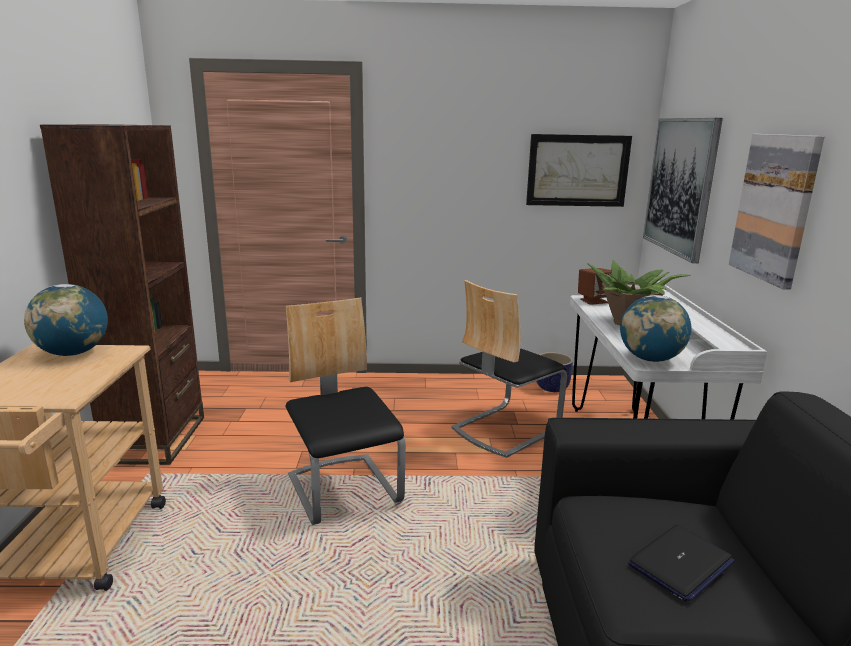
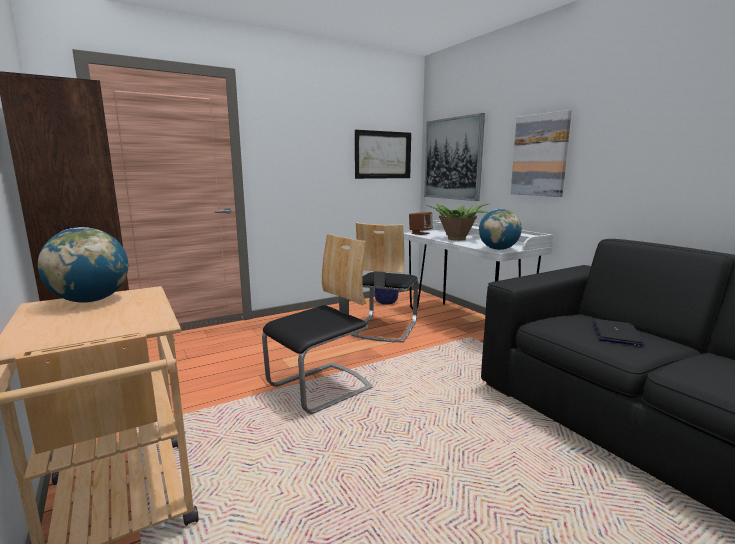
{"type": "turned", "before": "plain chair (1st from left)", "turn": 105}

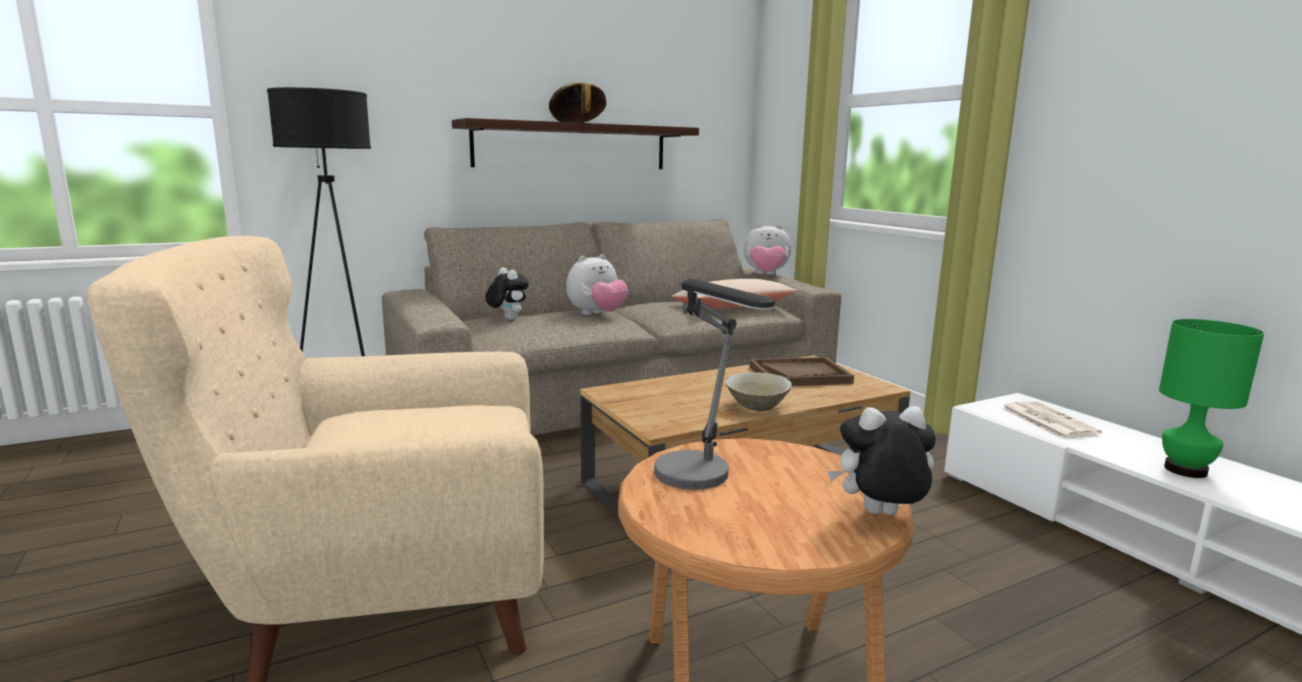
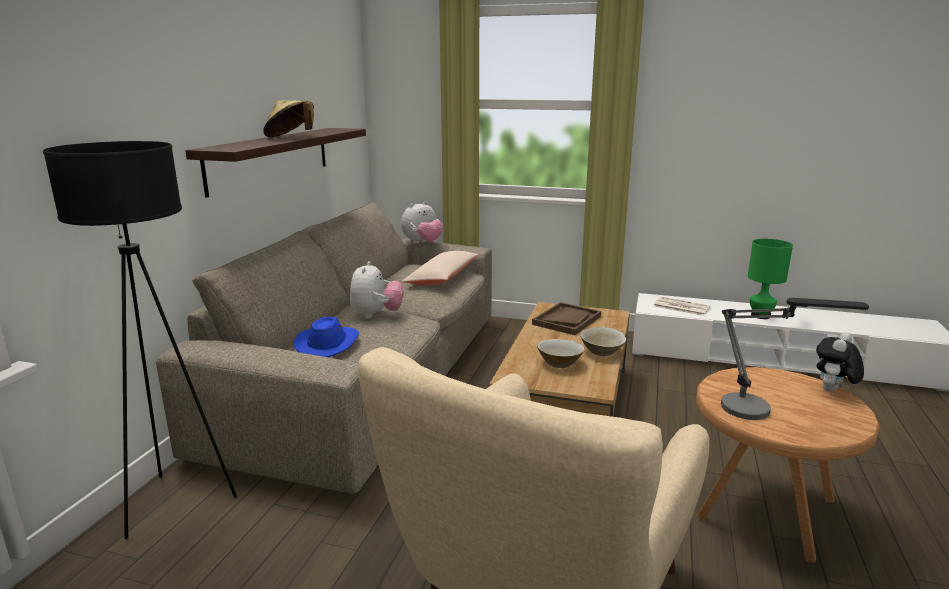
{"type": "replaced", "before": "soft toy (1st from left)", "after": "blue-coloured wearable hat"}
{"type": "added", "after": "beige-coloured bowl (1st from left)"}

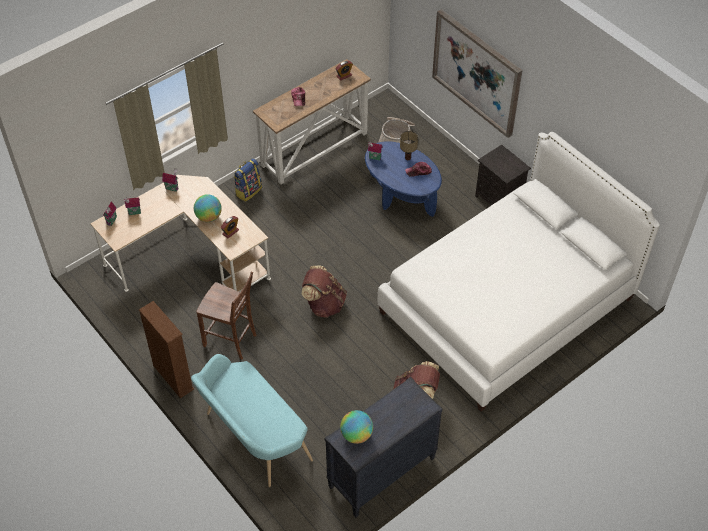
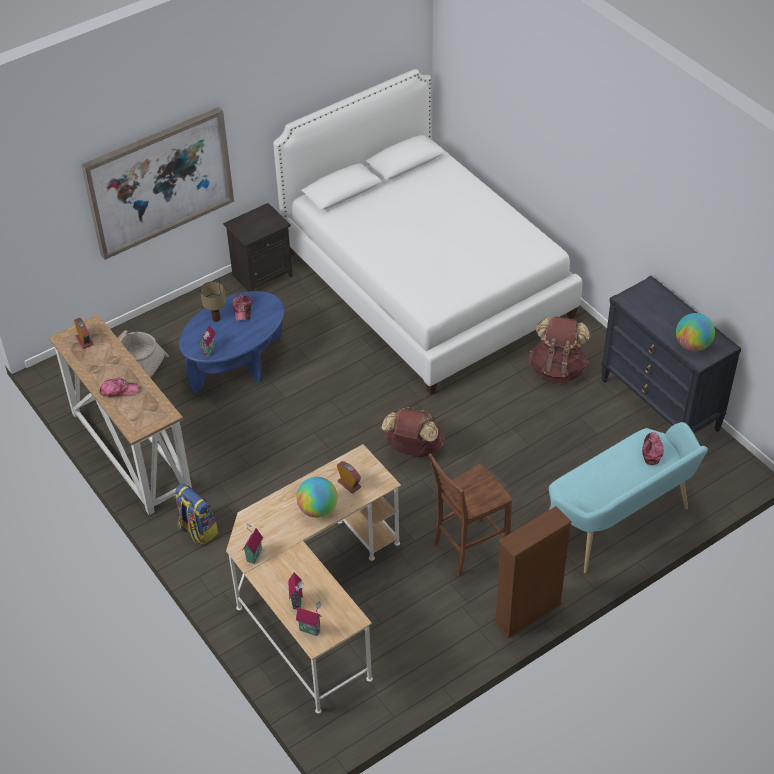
{"type": "turned", "before": "brown plain chair", "turn": -150}
{"type": "added", "after": "baseball cap (3rd from left)"}

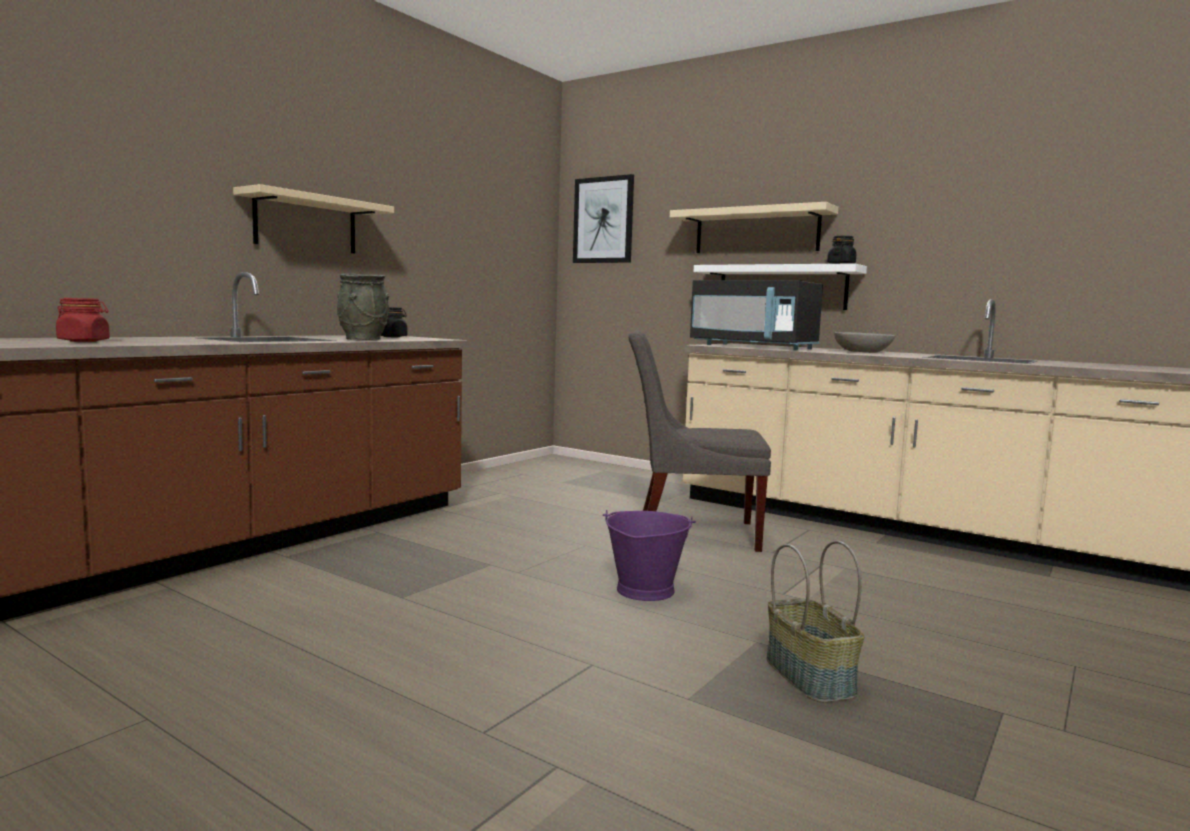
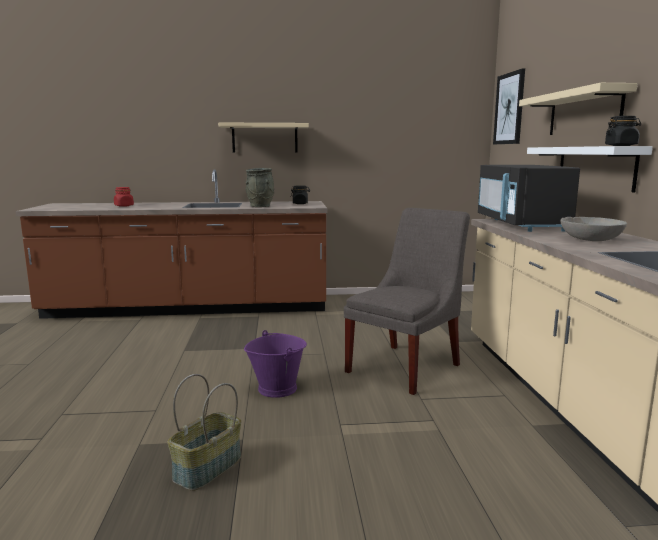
{"type": "turned", "before": "gray plain chair", "turn": 75}

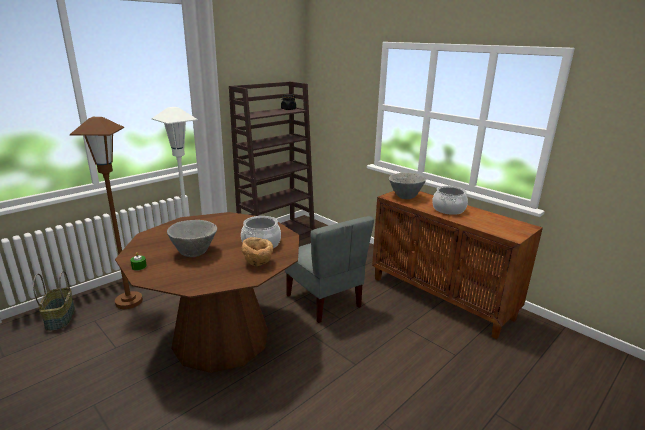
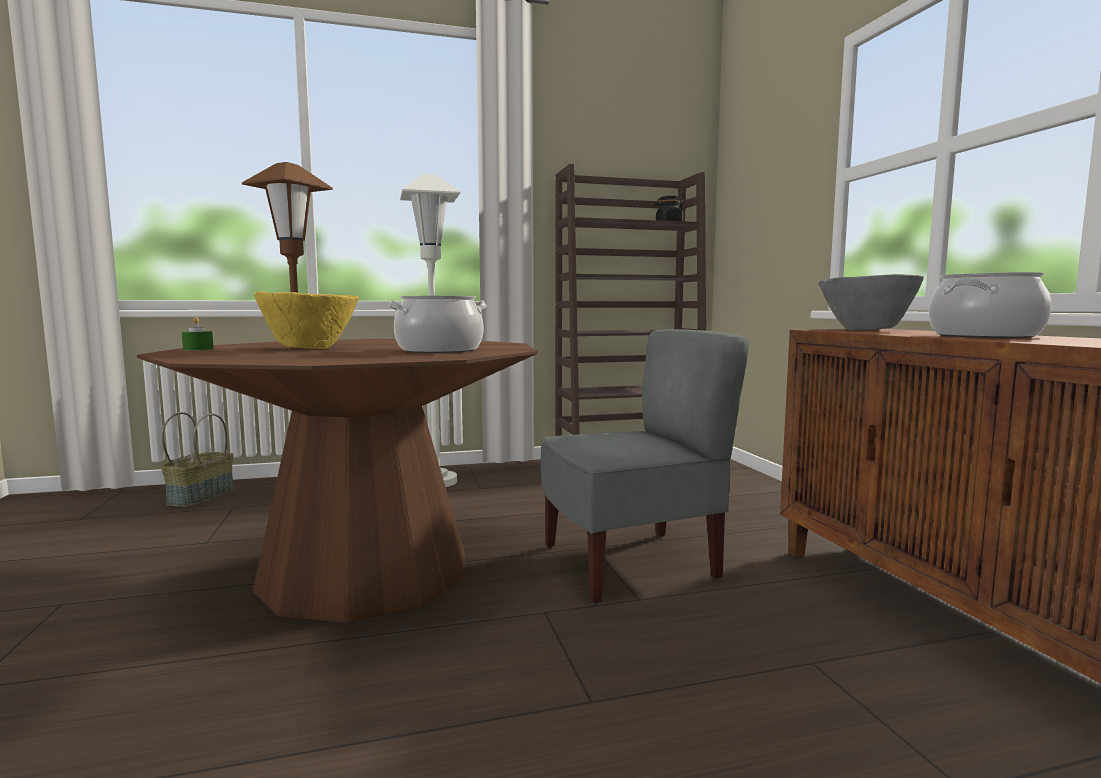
{"type": "turned", "before": "gray plain chair", "turn": -105}
{"type": "recoloured", "before": "gray bowl (1st from left)", "after": "yellowish bowl"}
{"type": "removed", "before": "brown bowl"}

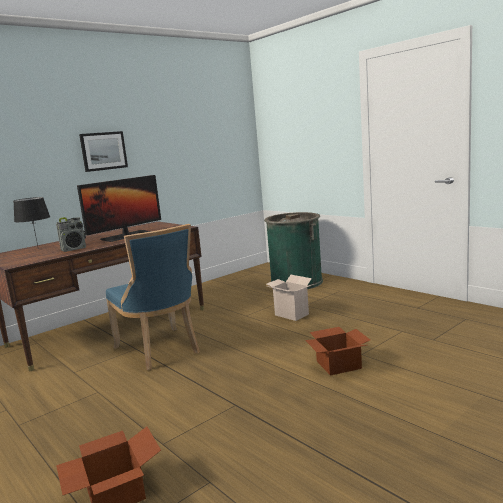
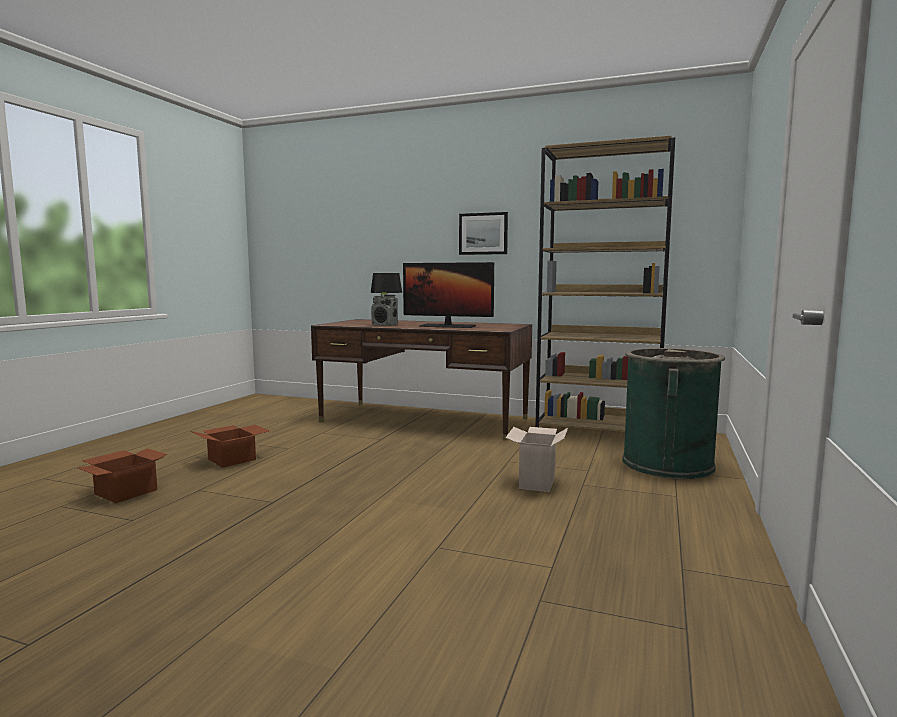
{"type": "removed", "before": "blue-coloured plain chair"}
{"type": "moved", "before": "carton (3rd from left in the first image)", "after": "carton (2nd from left)"}
{"type": "added", "after": "brown bookcase"}

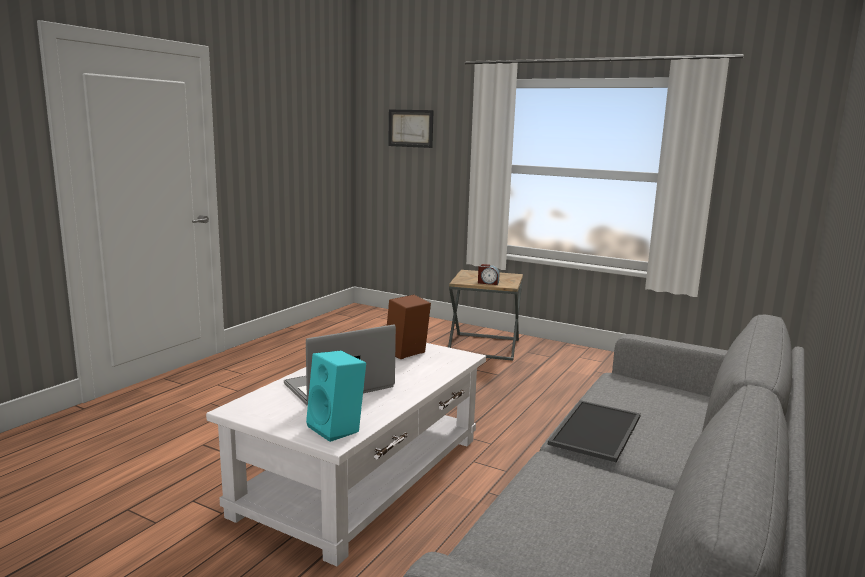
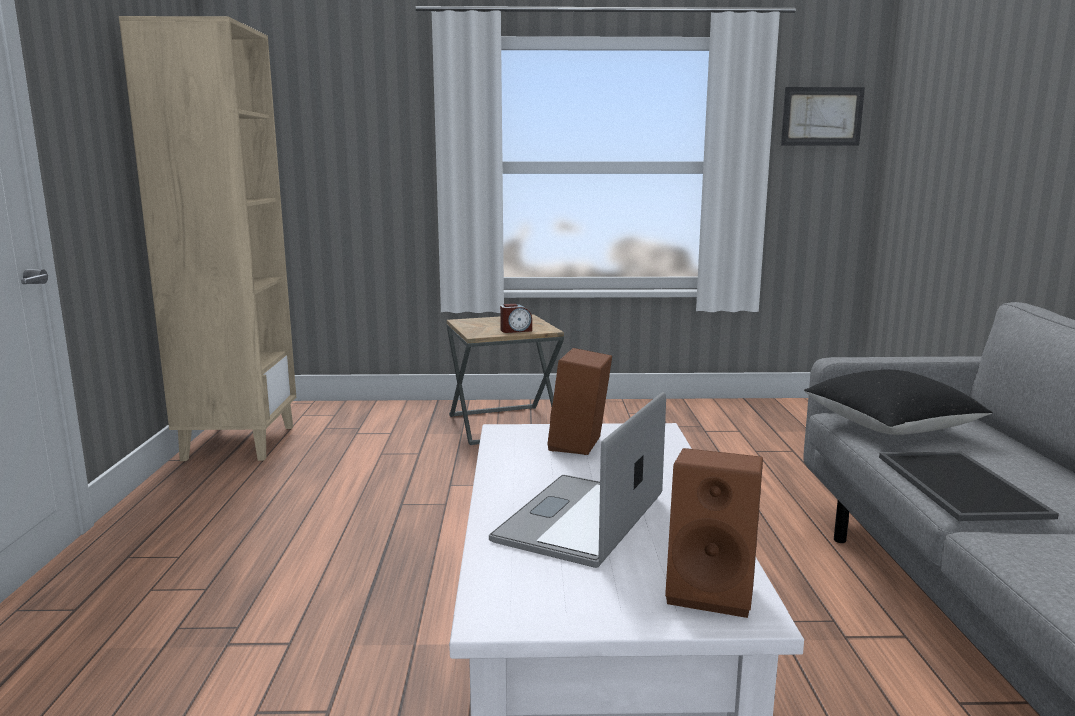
{"type": "moved", "before": "wall art"}
{"type": "recoloured", "before": "turquoise-coloured audio speaker", "after": "brown audio speaker (2nd from left)"}
{"type": "added", "after": "beige-coloured bookcase"}
{"type": "added", "after": "black-coloured pillow"}

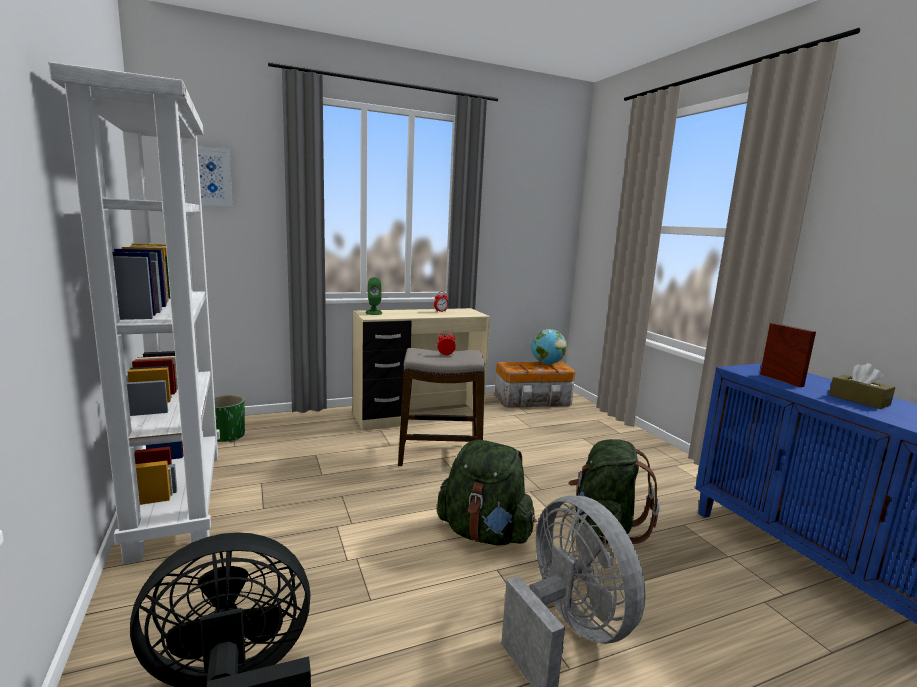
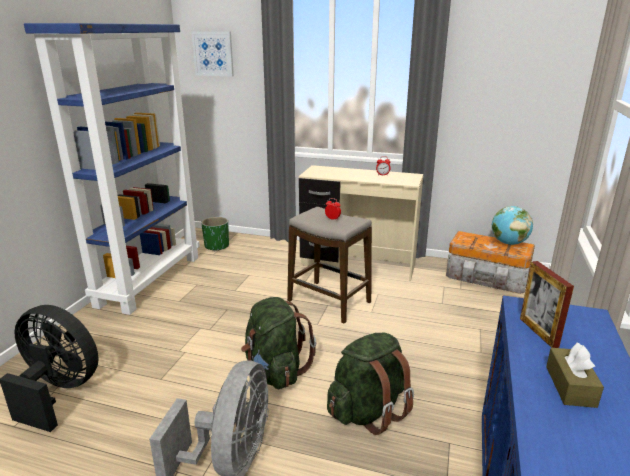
{"type": "recoloured", "before": "white bookcase", "after": "blue-coloured bookcase"}
{"type": "removed", "before": "green-coloured audio speaker"}
{"type": "turned", "before": "photo frame", "turn": 150}

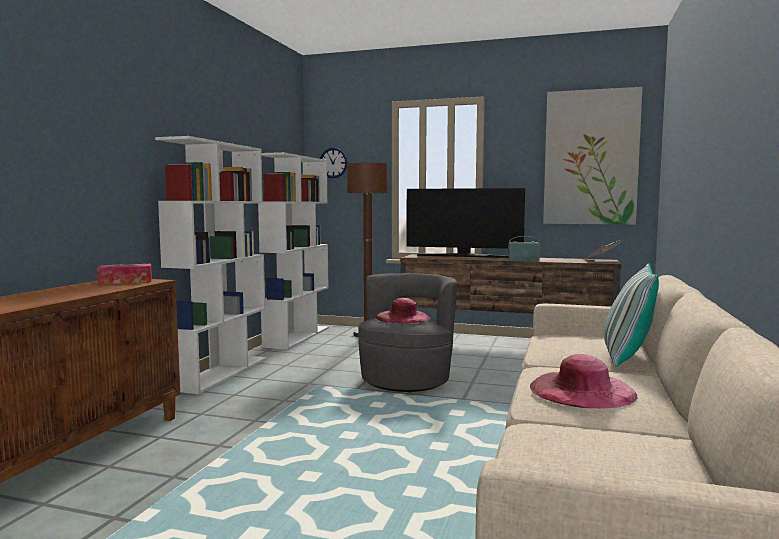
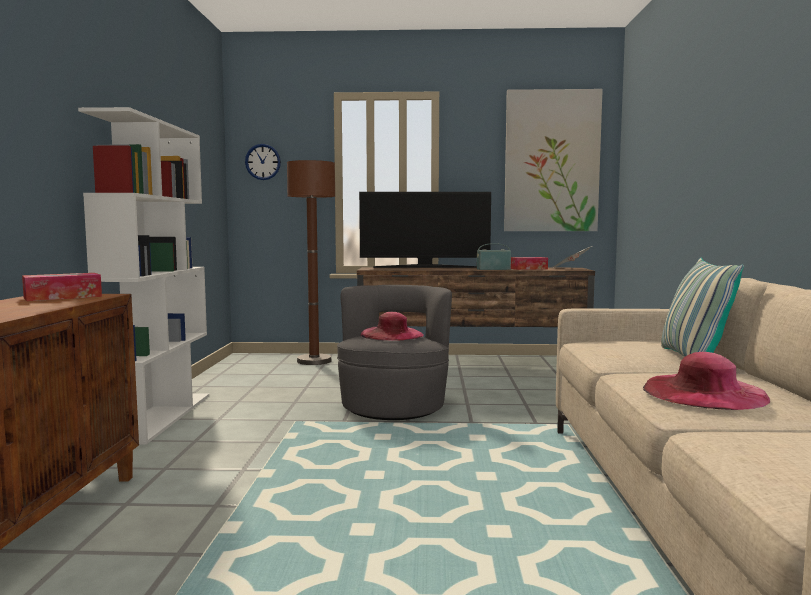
{"type": "removed", "before": "white bookcase (2nd from left)"}
{"type": "added", "after": "tissue holder (2nd from left)"}

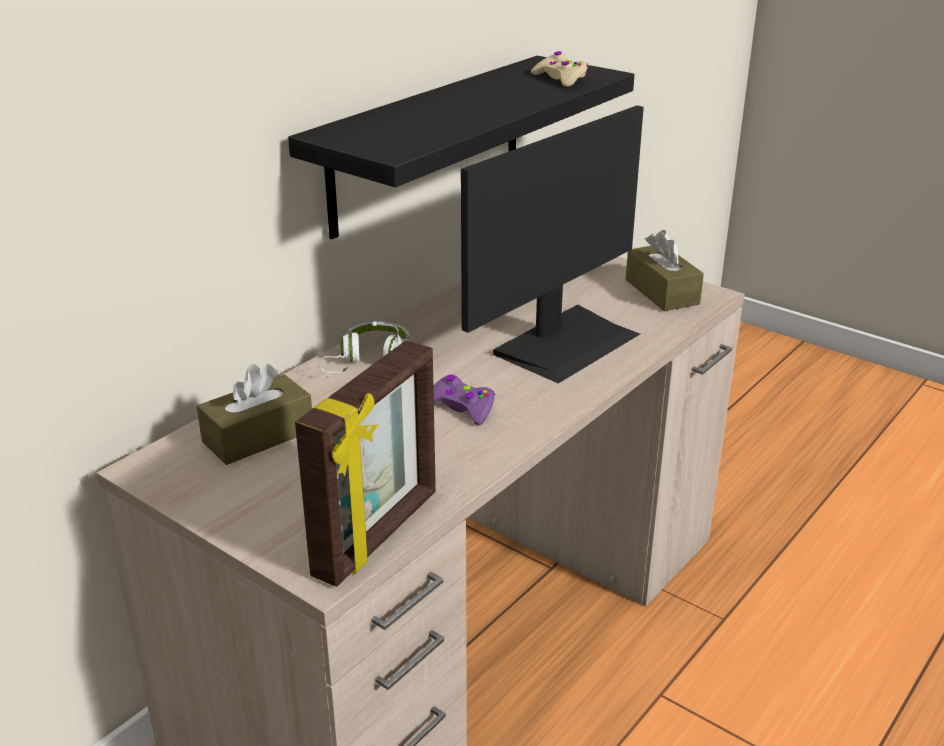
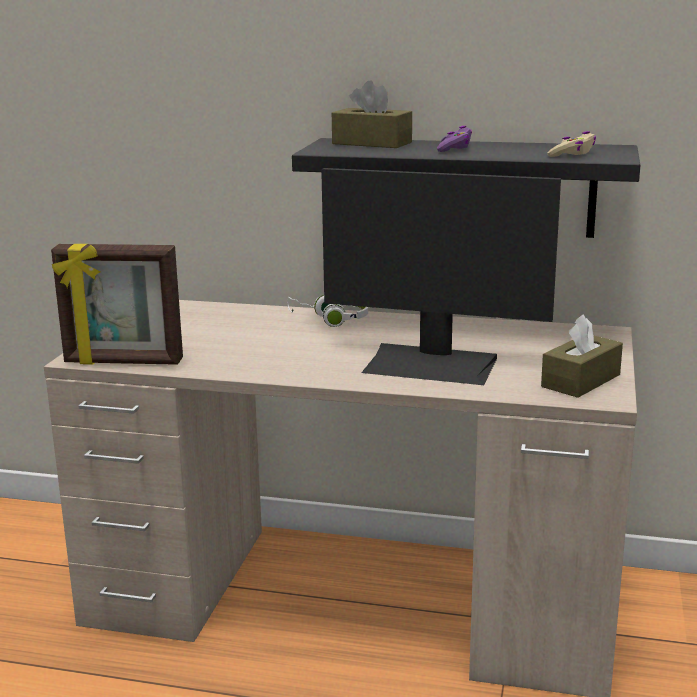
{"type": "moved", "before": "brown tissue holder (1st from left)"}
{"type": "moved", "before": "purple joypad"}

